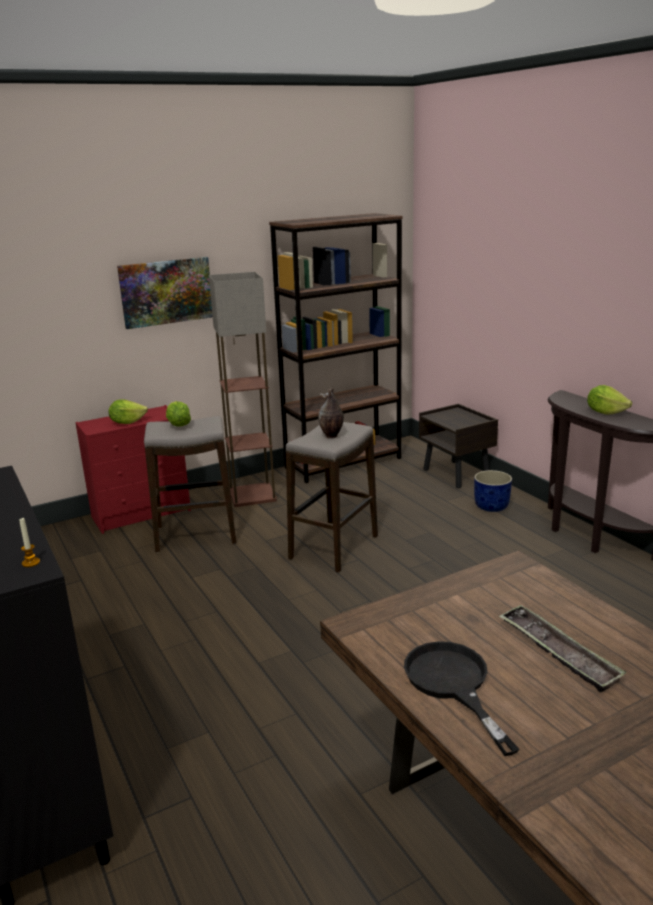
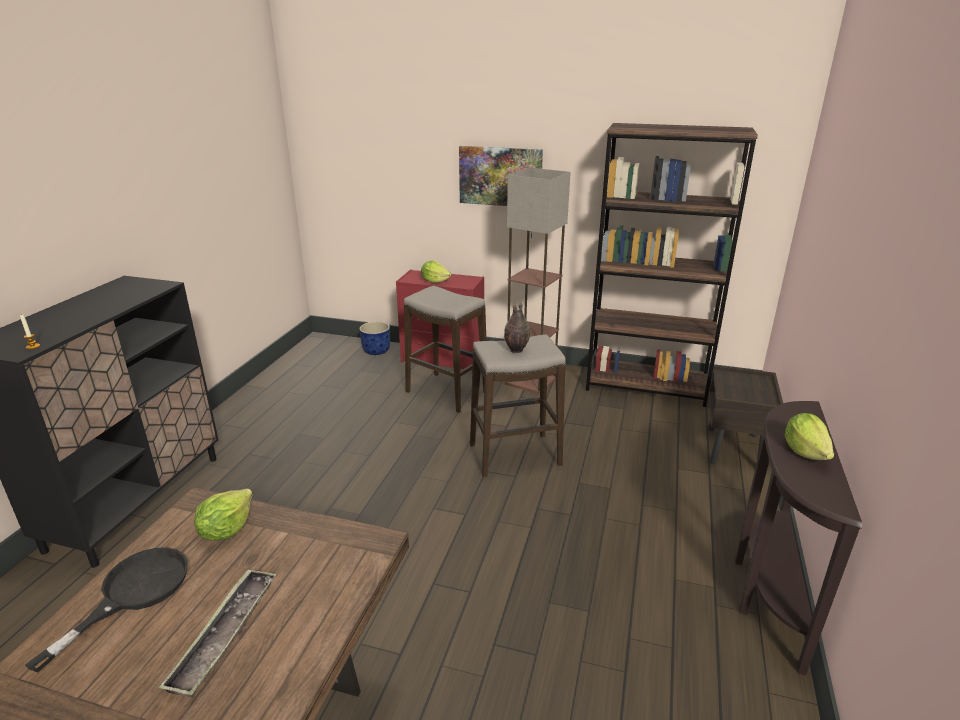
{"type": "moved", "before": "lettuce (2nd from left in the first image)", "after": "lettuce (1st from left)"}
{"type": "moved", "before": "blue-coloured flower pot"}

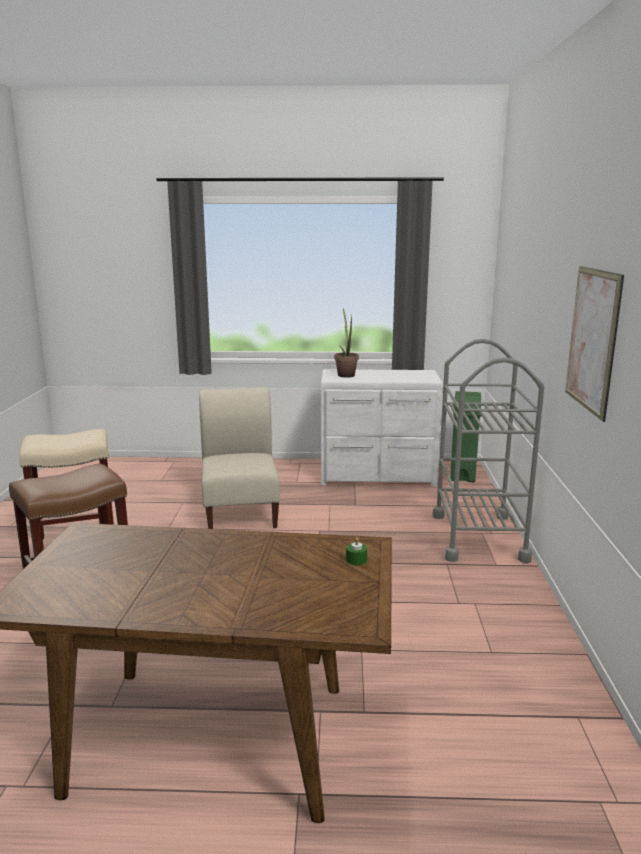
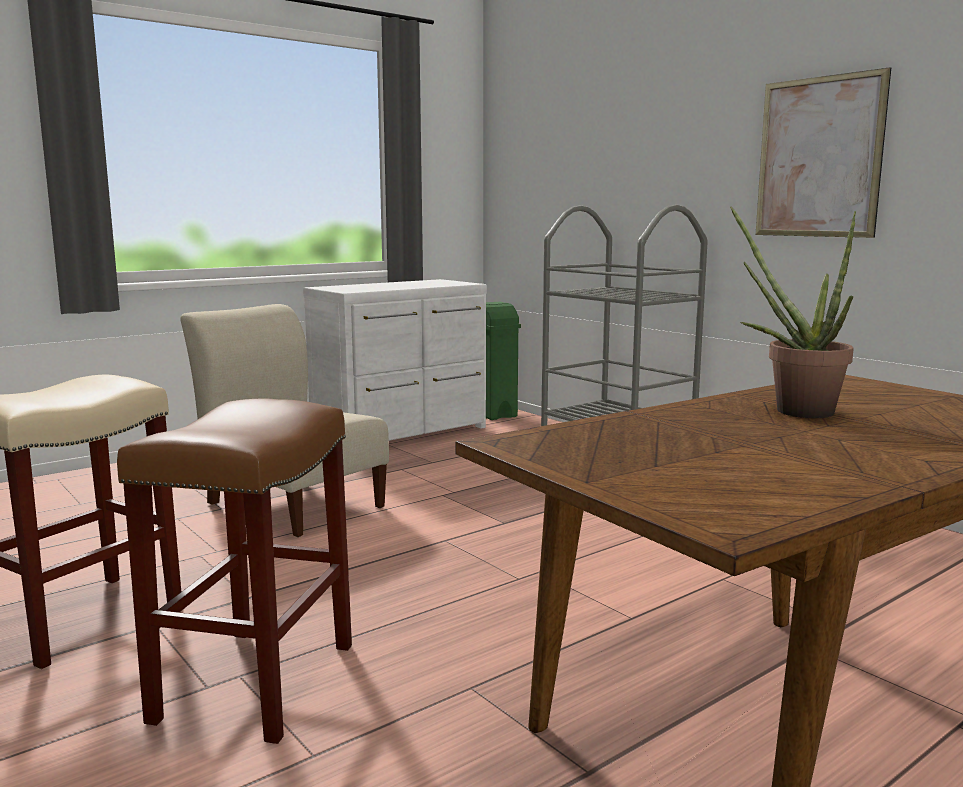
{"type": "moved", "before": "potted plant"}
{"type": "removed", "before": "green-coloured wax light"}

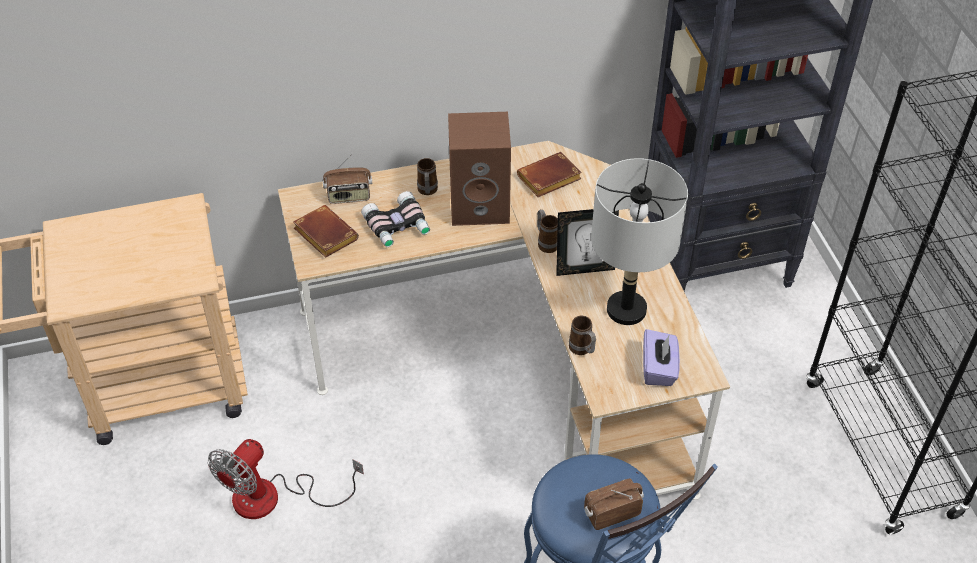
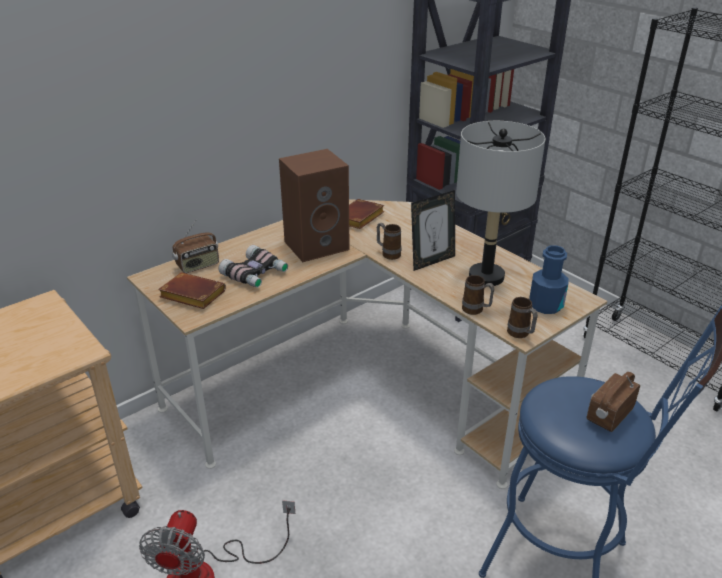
{"type": "moved", "before": "mug (1st from left in the first image)", "after": "mug (3rd from left)"}
{"type": "replaced", "before": "purple tissue holder", "after": "blue-coloured beverage bottle"}

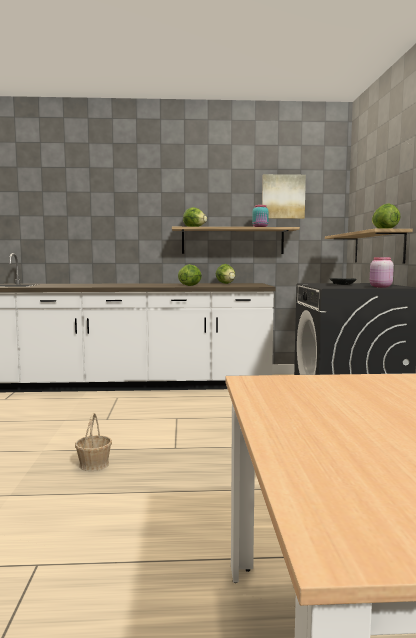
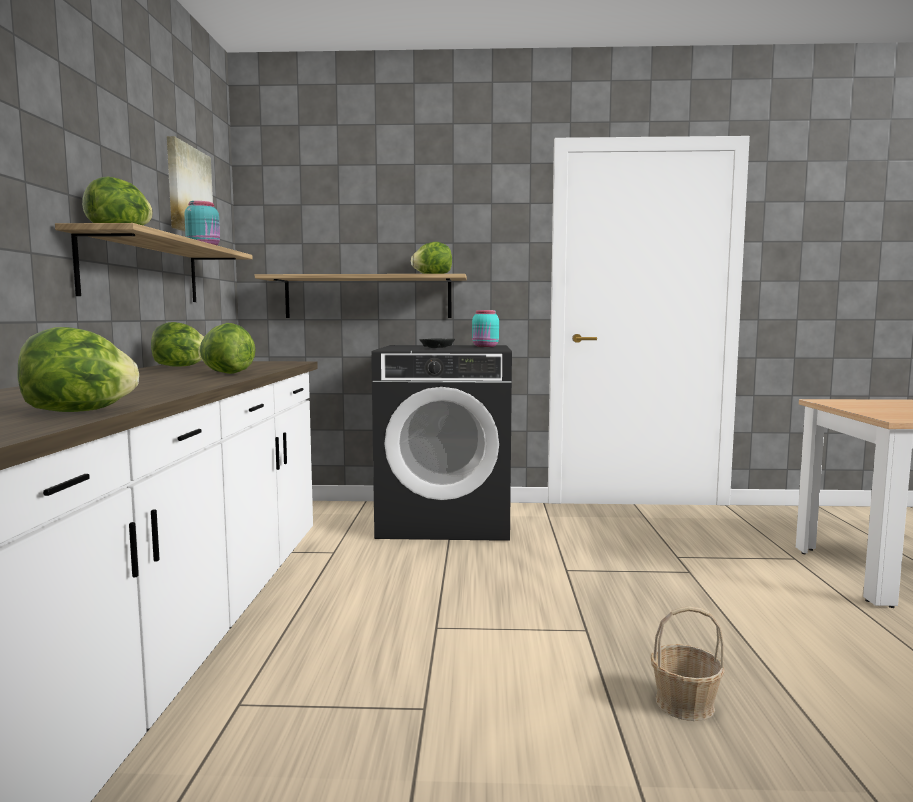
{"type": "recoloured", "before": "pink-coloured preserve jar", "after": "turquoise-coloured preserve jar (2nd from left)"}
{"type": "added", "after": "lettuce (1st from left)"}

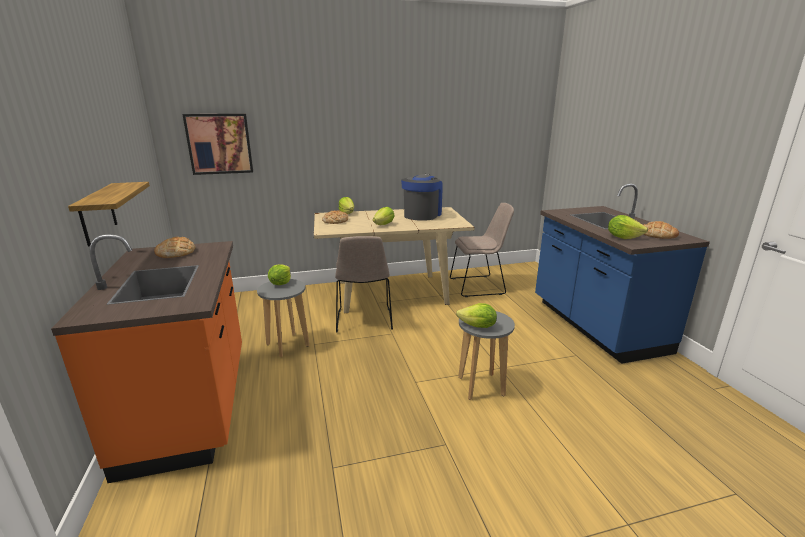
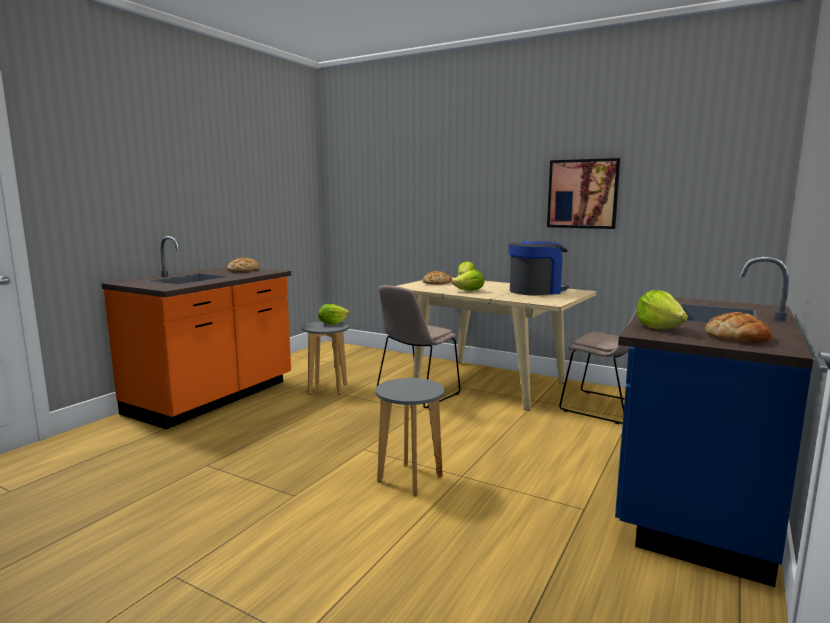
{"type": "moved", "before": "wall art"}
{"type": "removed", "before": "wall shelf"}
{"type": "removed", "before": "lettuce (4th from left)"}

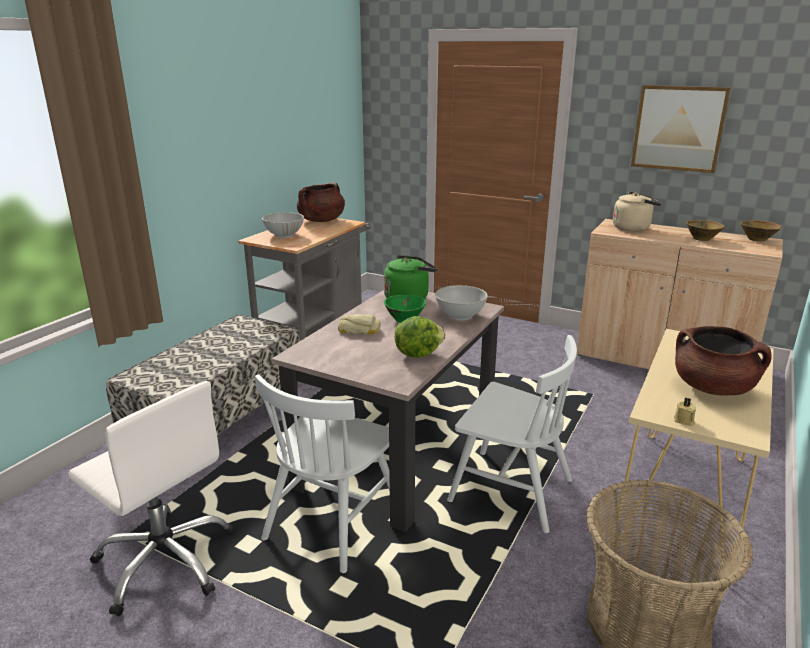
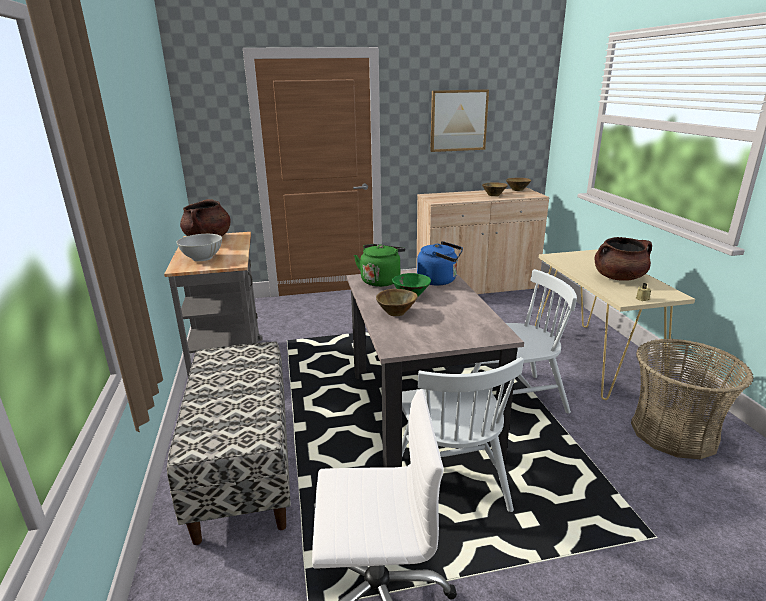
{"type": "removed", "before": "beige-coloured tea kettle"}
{"type": "replaced", "before": "white bowl (2nd from left)", "after": "blue-coloured tea kettle"}
{"type": "replaced", "before": "baked bread", "after": "brown bowl (1st from left)"}
{"type": "removed", "before": "lettuce"}

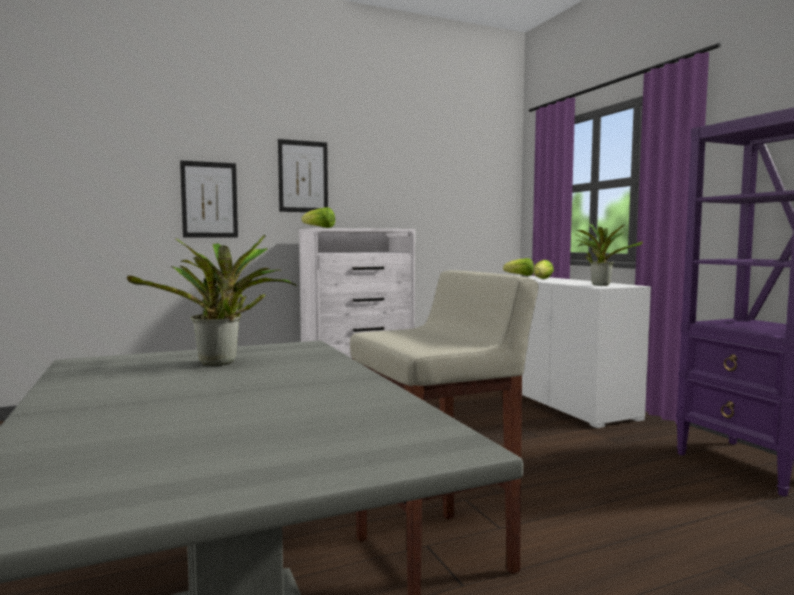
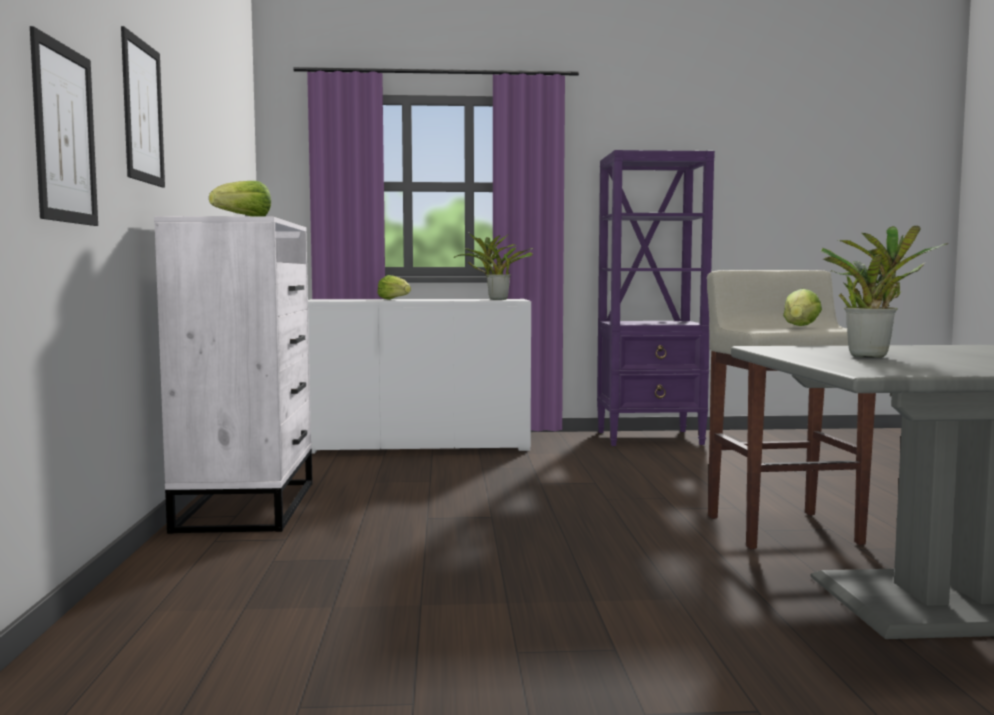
{"type": "moved", "before": "lettuce (2nd from left in the first image)", "after": "lettuce (3rd from left)"}

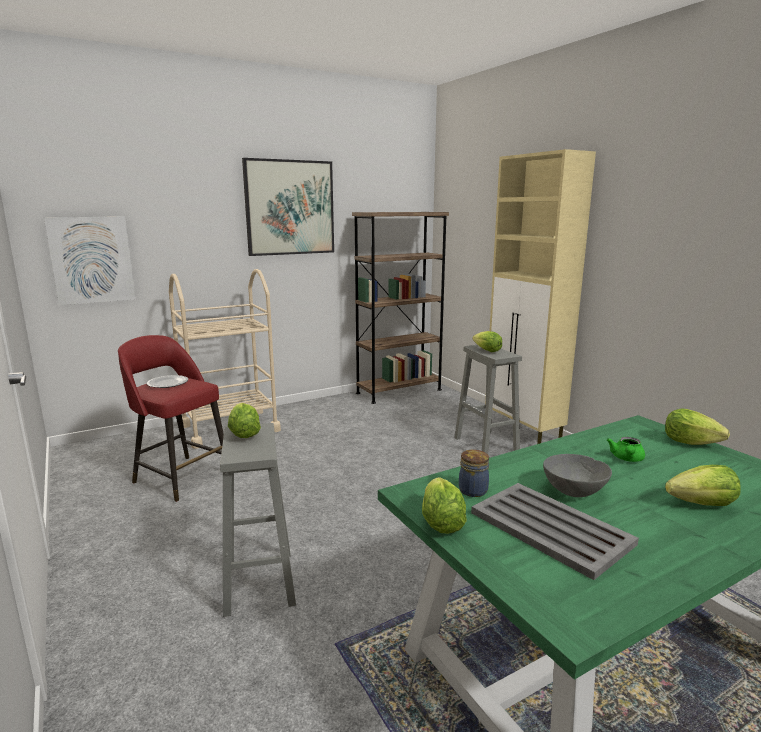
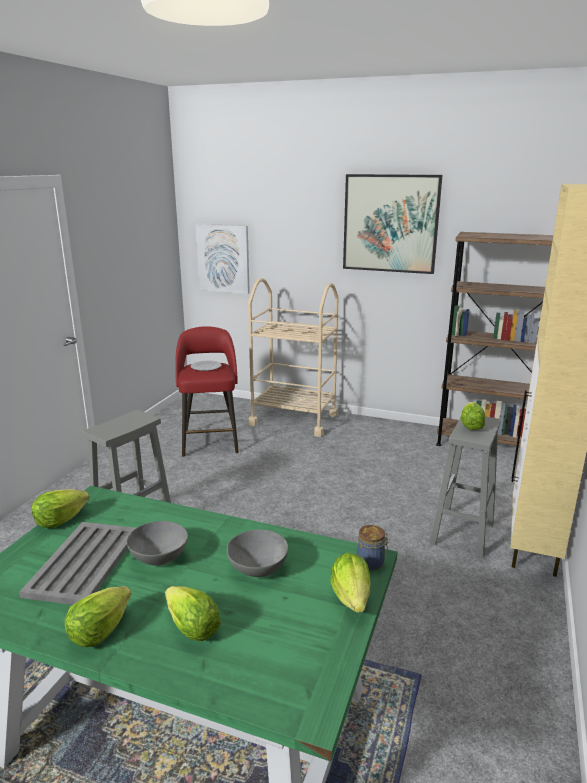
{"type": "moved", "before": "lettuce (1st from left in the first image)", "after": "lettuce (2nd from left)"}
{"type": "replaced", "before": "green-coloured tea pot", "after": "gray bowl (2nd from left)"}
{"type": "moved", "before": "preserve jar"}

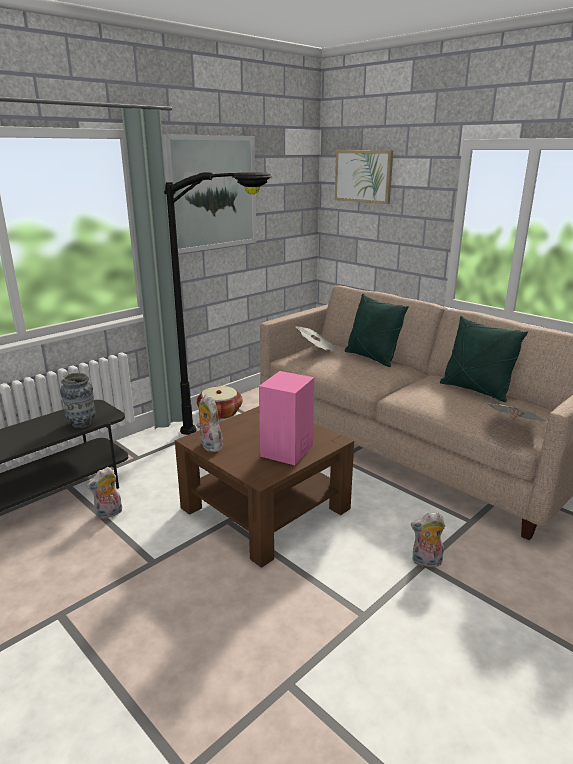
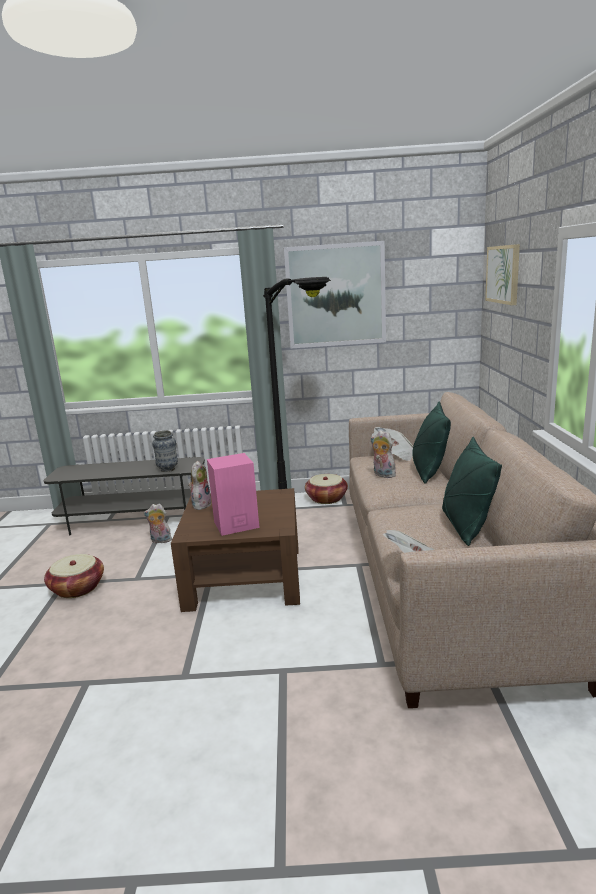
{"type": "moved", "before": "soft toy (3rd from left)"}
{"type": "added", "after": "basket (1st from left)"}

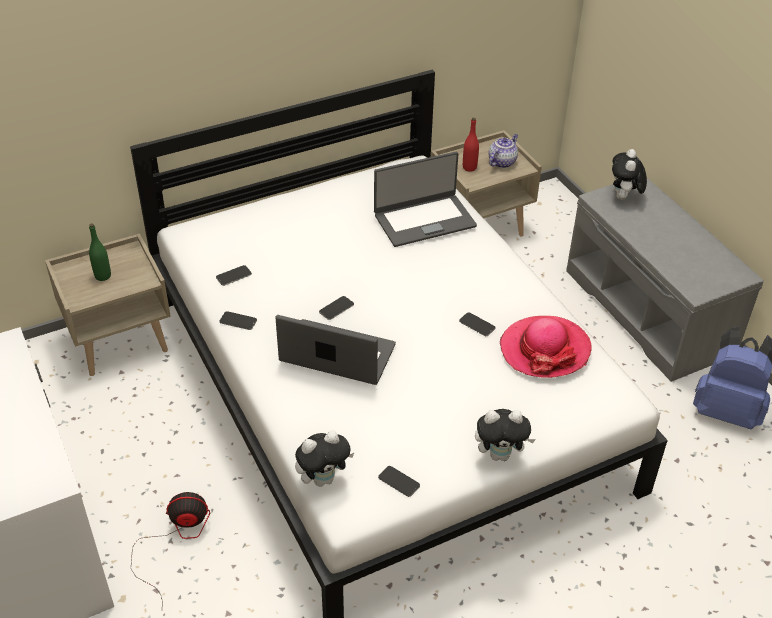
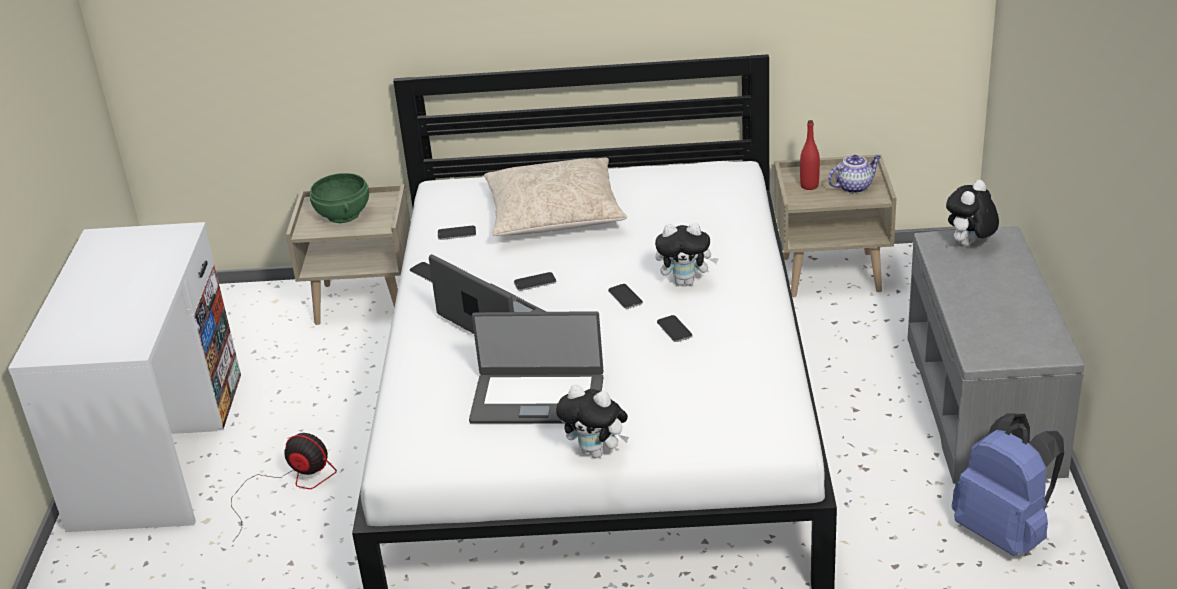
{"type": "moved", "before": "laptop (2nd from left)"}
{"type": "replaced", "before": "green-coloured beverage bottle", "after": "green-coloured bowl"}
{"type": "removed", "before": "wearable hat"}
{"type": "moved", "before": "soft toy (1st from left in the first image)", "after": "soft toy (2nd from left)"}
{"type": "moved", "before": "handset (4th from left)"}
{"type": "added", "after": "beige-coloured pillow"}

